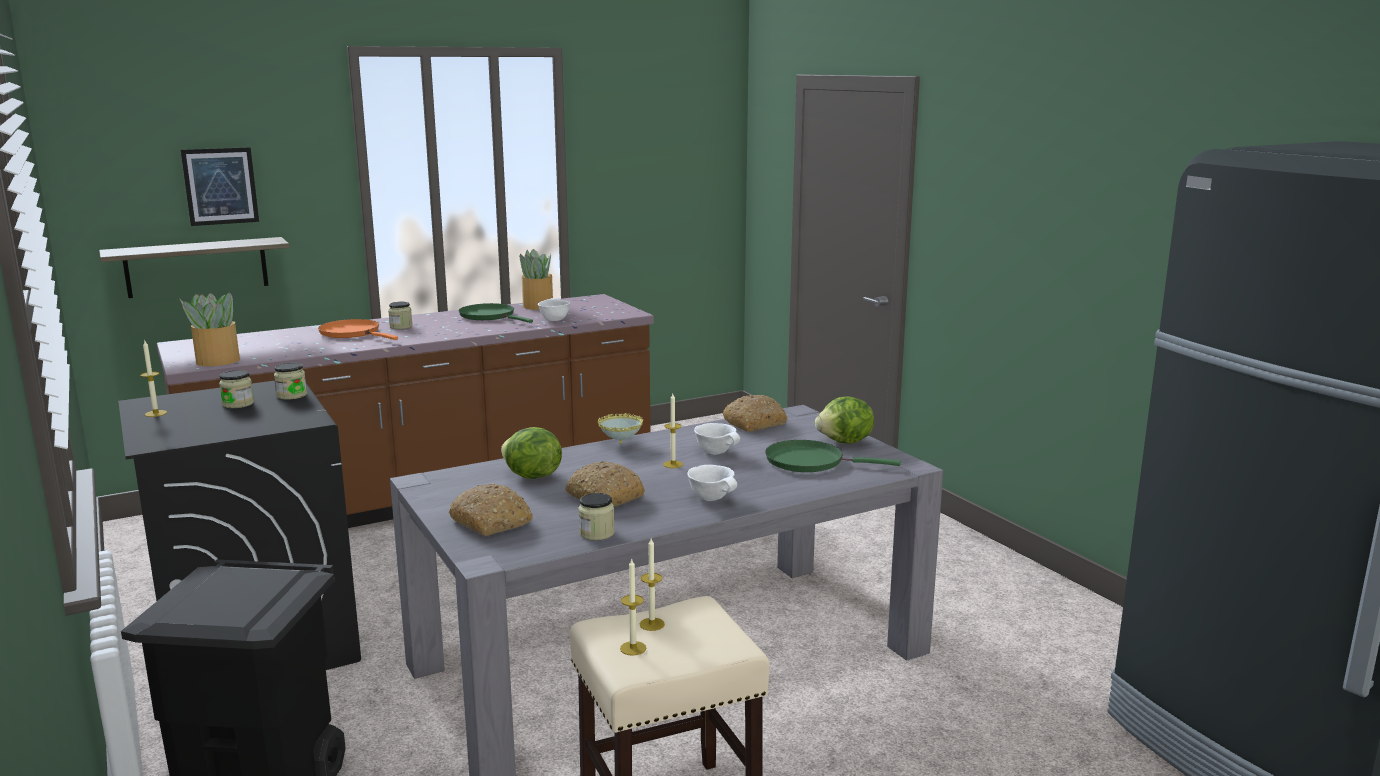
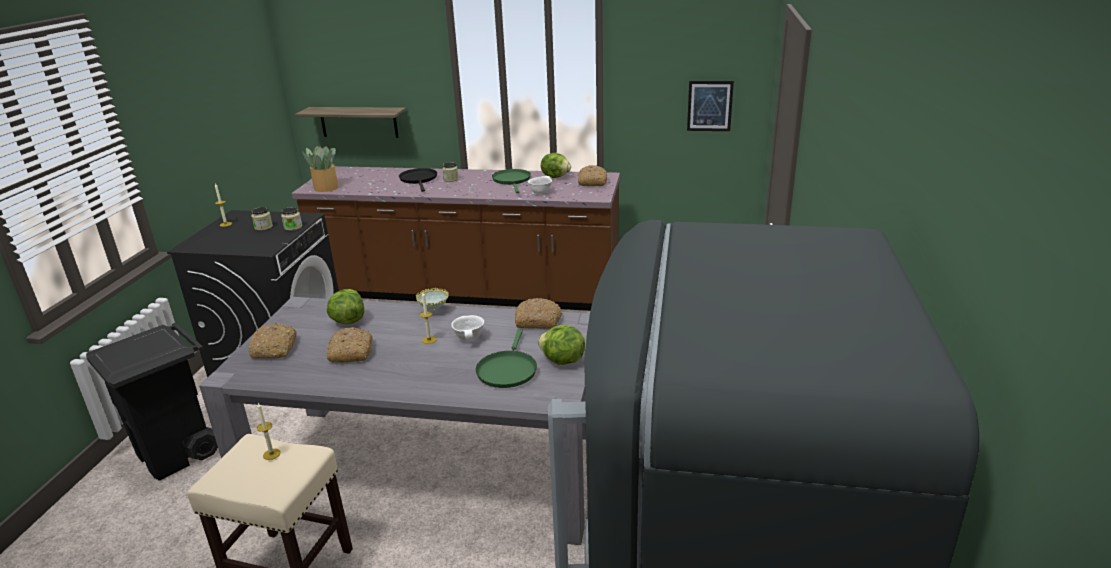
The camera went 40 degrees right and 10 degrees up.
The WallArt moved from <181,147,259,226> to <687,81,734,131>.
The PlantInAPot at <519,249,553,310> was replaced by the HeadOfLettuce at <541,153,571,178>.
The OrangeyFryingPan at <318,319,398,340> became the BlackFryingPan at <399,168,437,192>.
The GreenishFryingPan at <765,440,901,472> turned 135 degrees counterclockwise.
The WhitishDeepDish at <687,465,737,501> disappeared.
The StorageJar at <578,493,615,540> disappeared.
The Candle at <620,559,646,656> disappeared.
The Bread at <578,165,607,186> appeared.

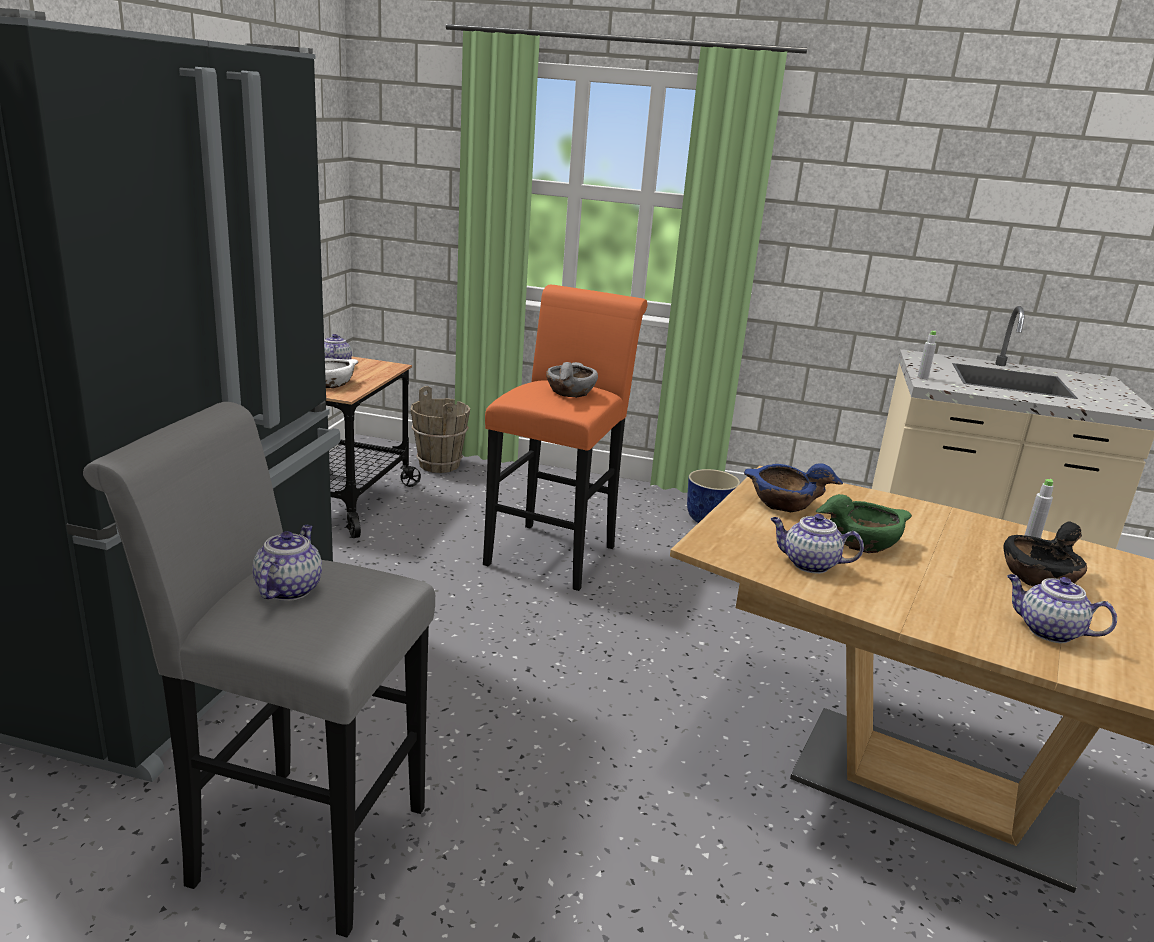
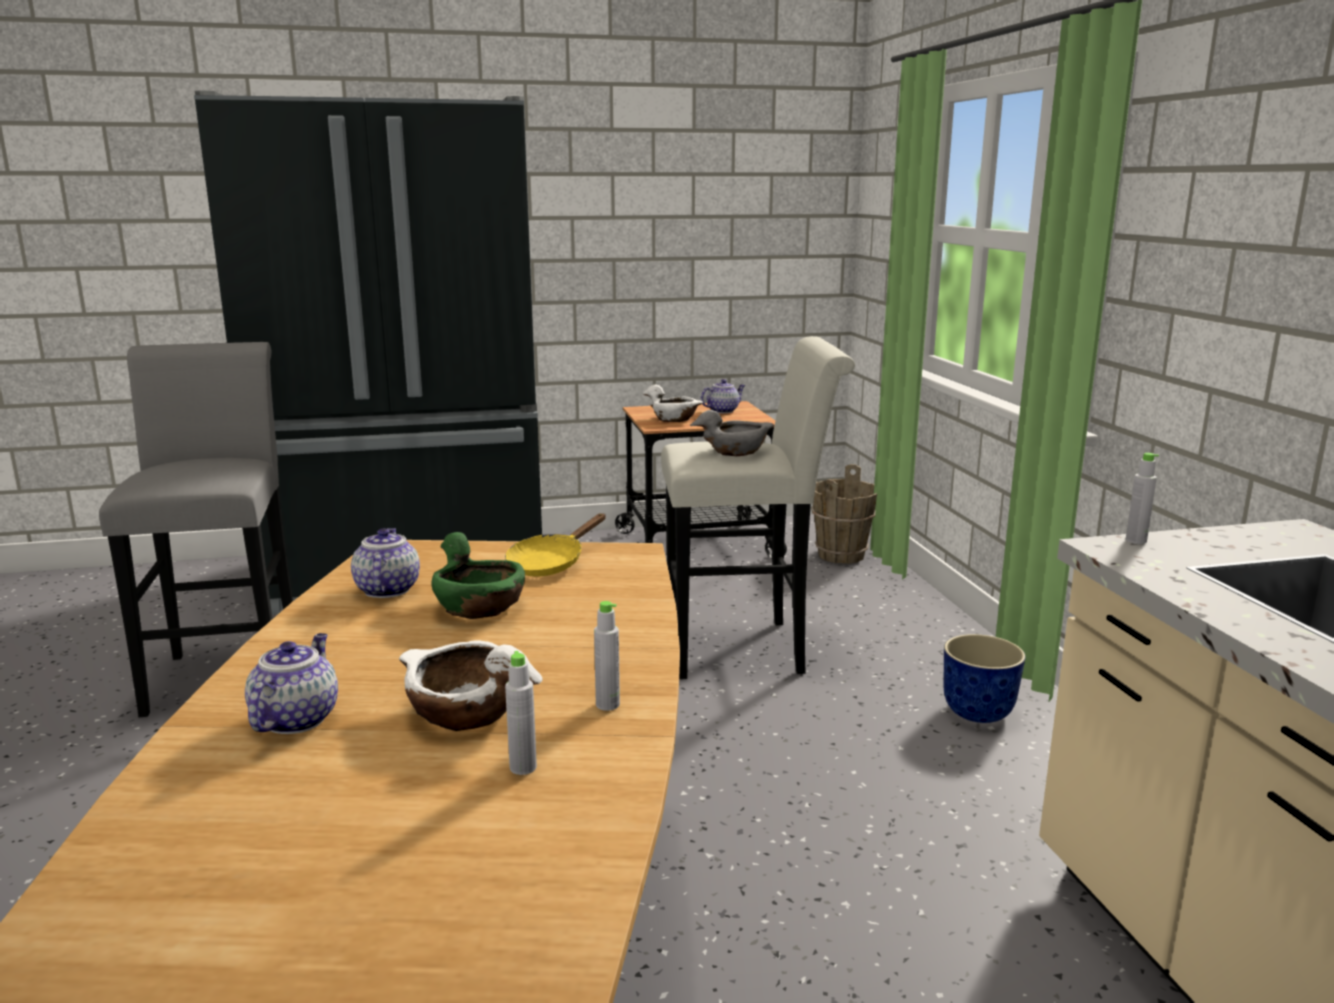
The camera went 65 degrees right and 5 degrees down.
The OrangeyStoolSeat at <483,285,647,591> became the WhitishStoolSeat at <661,336,855,679>.
The BluishDeepDish at <744,463,843,512> was replaced by the YellowColouredFryingPan at <505,514,606,577>.
The BlackDeepDish at <1003,522,1087,586> became the WhitishDeepDish at <399,640,542,731>.
The PotForTea at <252,525,322,601> disappeared.
The GrayDrinkBottle at <505,651,537,775> appeared.

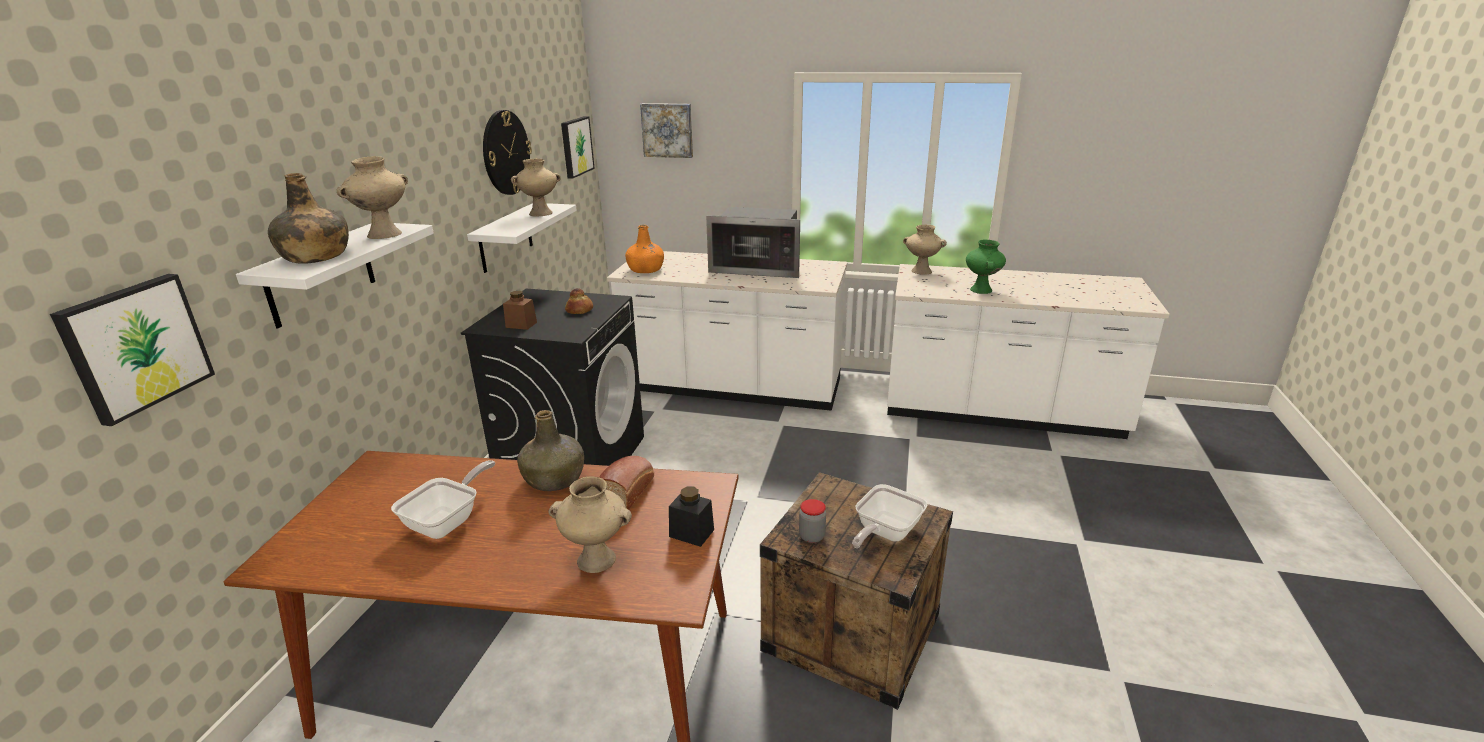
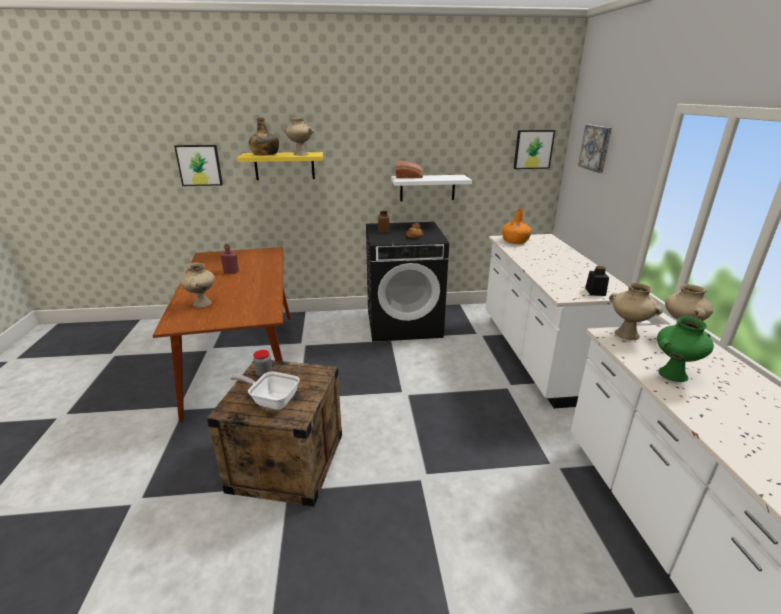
The camera went 70 degrees right and 0 degrees up.
The HangingClock at <483,110,532,195> disappeared.
The BeigeVase moved from <511,159,561,217> to <609,283,663,340>.
The KitchenMicrowave at <706,207,800,278> disappeared.
The WhitishWallShelf at <236,223,434,328> became the YellowColouredWallShelf at <237,152,323,180>.
The GreenishDrinkBottle at <517,410,584,491> disappeared.
The Bread moved from <599,456,654,510> to <396,161,423,178>.
The FryingPan at <391,460,495,539> was replaced by the ReddishDrinkBottle at <220,243,239,274>.
The BlackStorageJar moved from <669,486,714,547> to <585,266,609,296>.

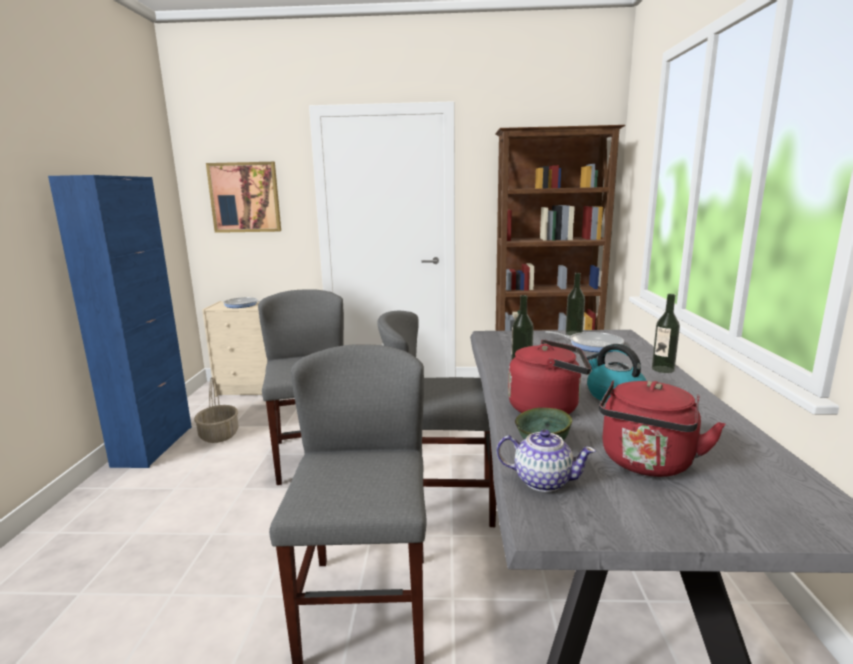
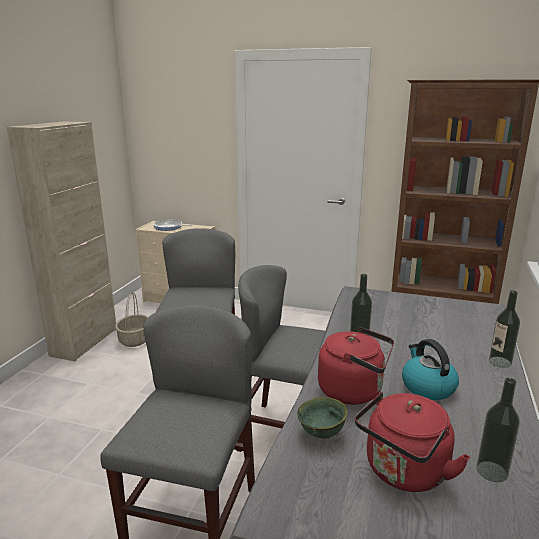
The camera went 15 degrees right and 5 degrees up.
The WallArt at <206,162,281,233> disappeared.
The BluishCupboard at <48,175,192,468> became the BeigeCupboard at <7,121,116,361>.
The DrinkBottle moved from <566,273,585,335> to <477,378,520,482>.
The FryingPan at <545,331,624,352> disappeared.
The PotForTea at <497,430,596,492> disappeared.

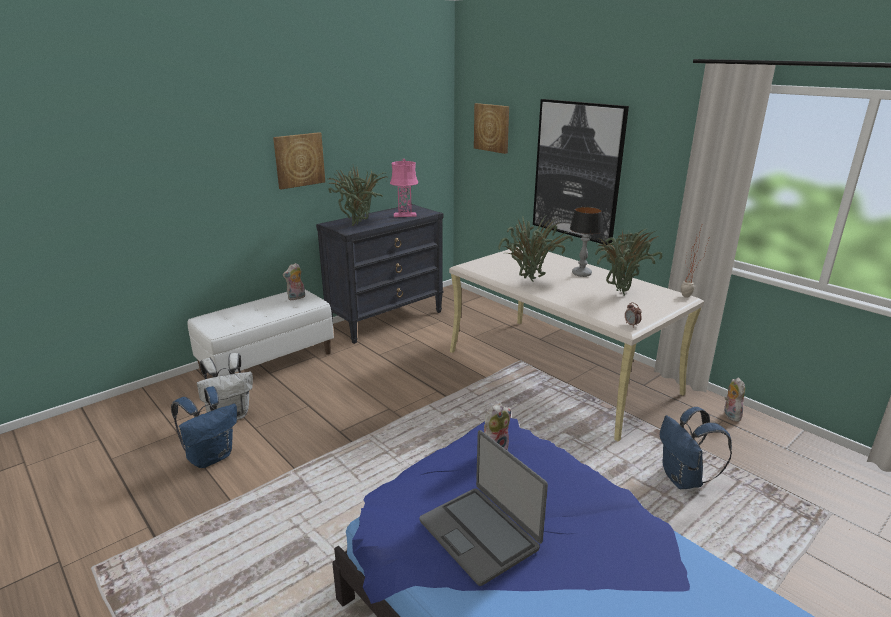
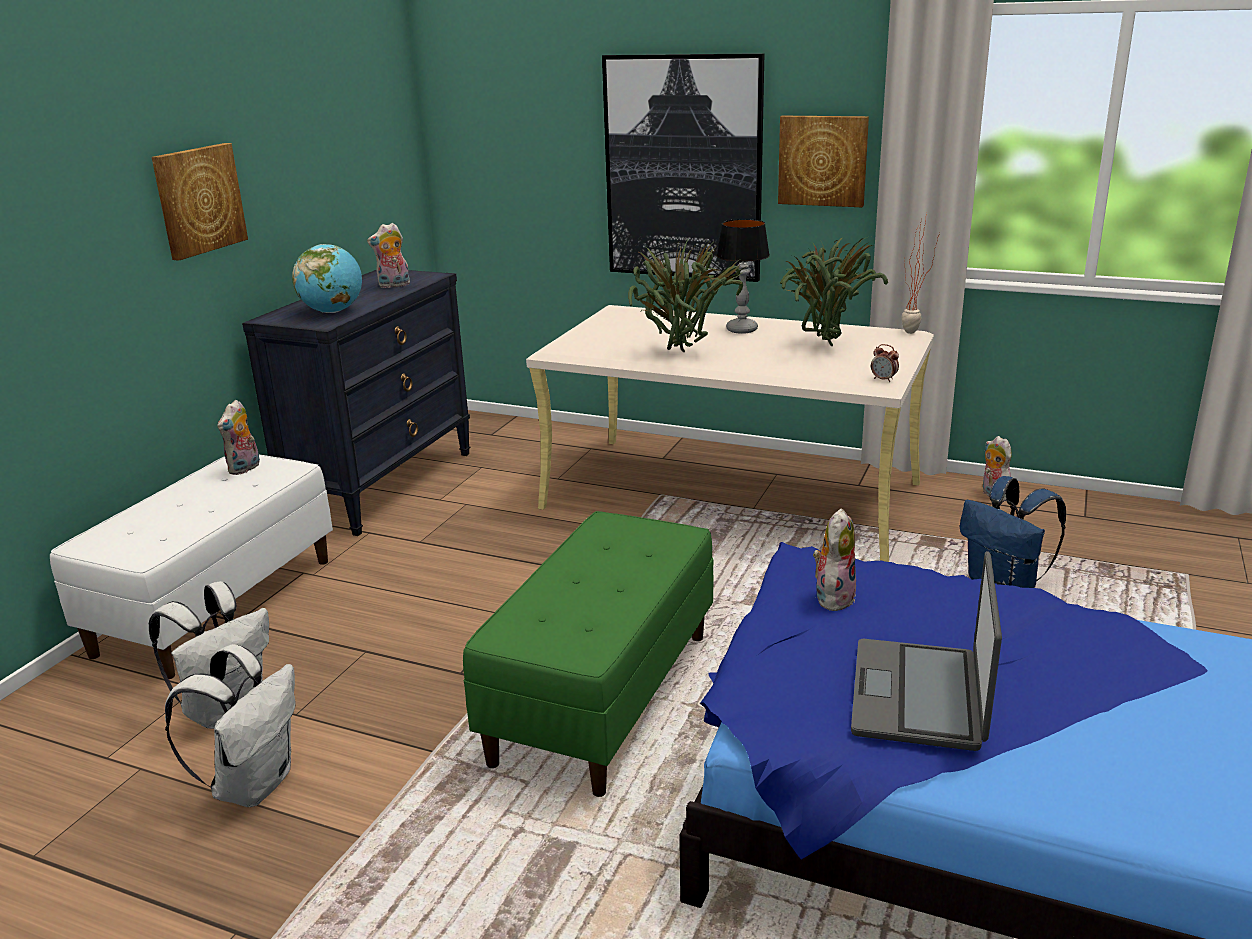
The camera went 25 degrees left and 0 degrees up.
The WallArt moved from <474,103,509,154> to <778,116,869,207>.
The PinkColouredTabletopLamp at <390,159,419,217> was replaced by the PlushToy at <367,223,410,288>.
The PlantInAPot at <327,166,389,226> was replaced by the DeskGlobe at <292,244,362,313>.
The BluishKnapsack at <171,386,237,468> became the WhitishKnapsack at <165,644,296,807>.
The PortableComputer at <420,430,548,586> turned 75 degrees clockwise.
The GreenishIndoorBench at <463,511,714,797> appeared.

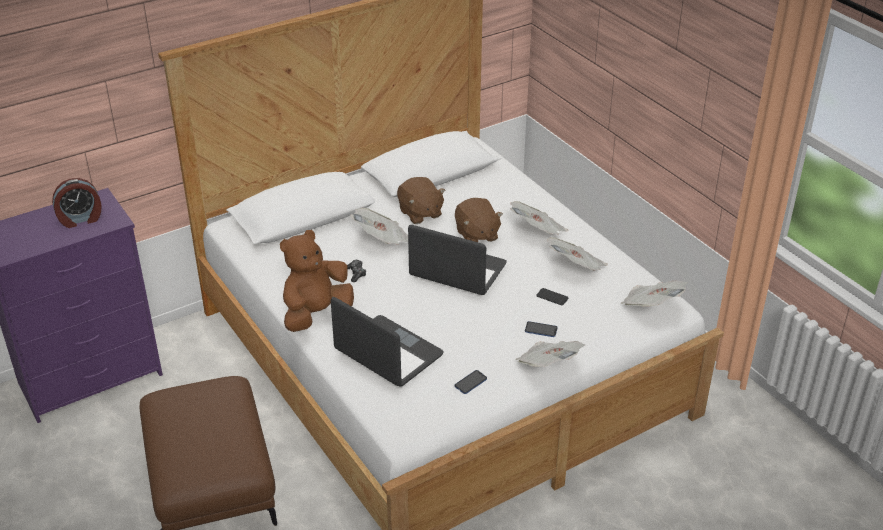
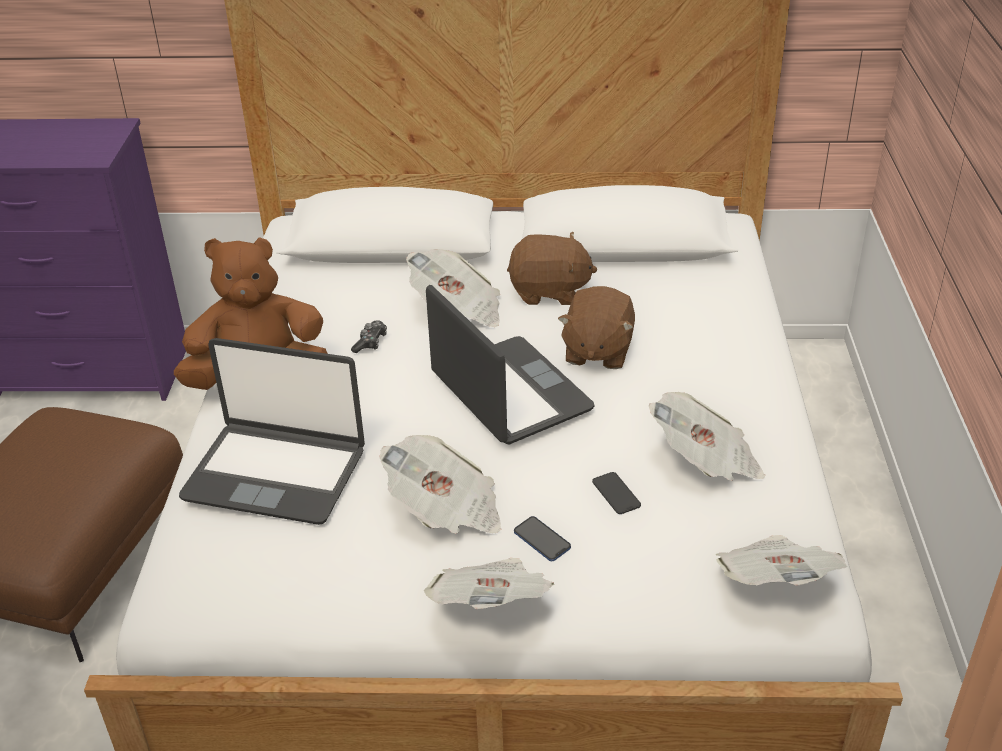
The camera went 35 degrees right and 0 degrees up.
The BrownPlushToy at <397,177,445,224> turned 90 degrees counterclockwise.
The AlarmClock at <52,178,102,228> disappeared.
The DailyPaper moved from <510,201,569,235> to <380,435,501,534>.
The PortableComputer at <331,297,444,387> turned 120 degrees clockwise.
The Handset at <455,370,487,394> disappeared.

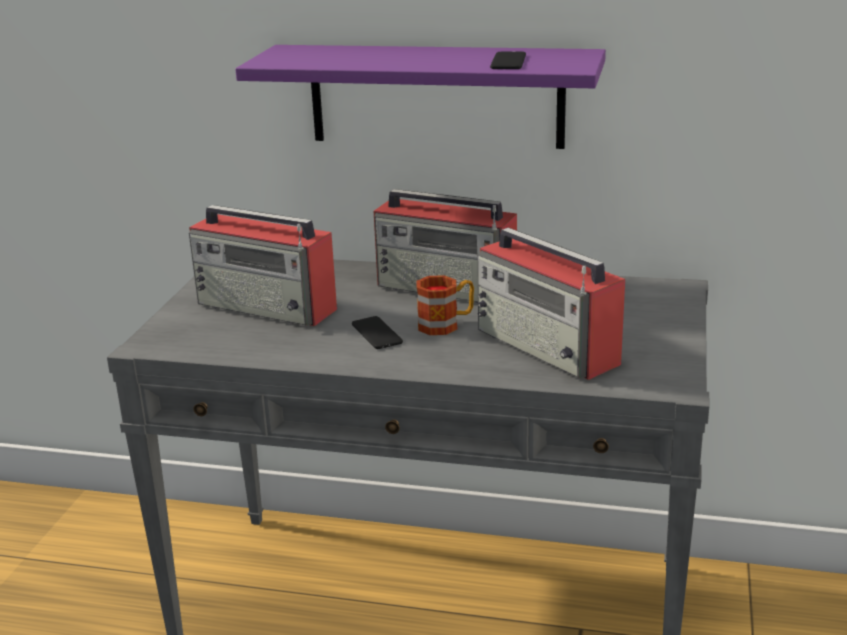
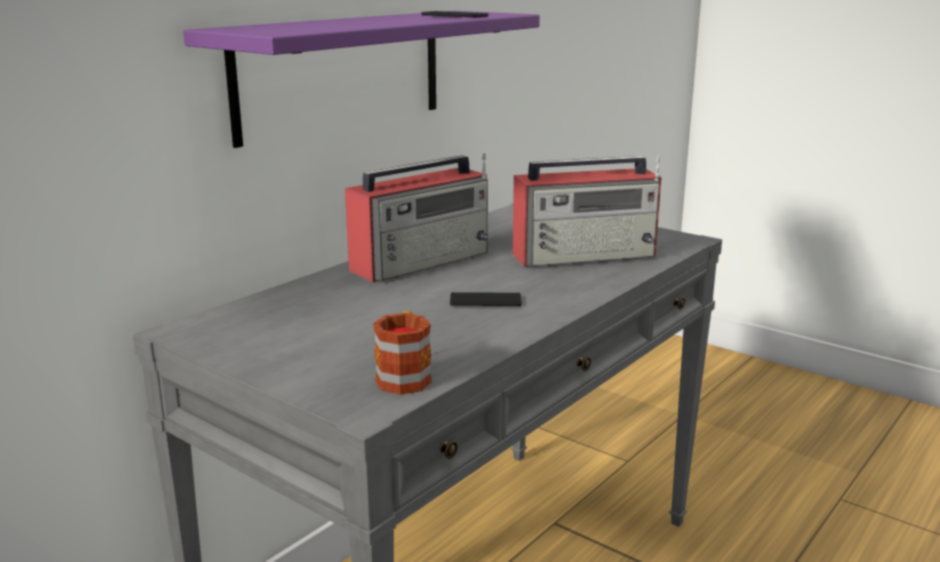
The camera went 65 degrees left and 5 degrees down.
The RadioSet at <189,205,337,326> disappeared.
The TeaMug moved from <417,275,474,335> to <373,311,432,395>.

